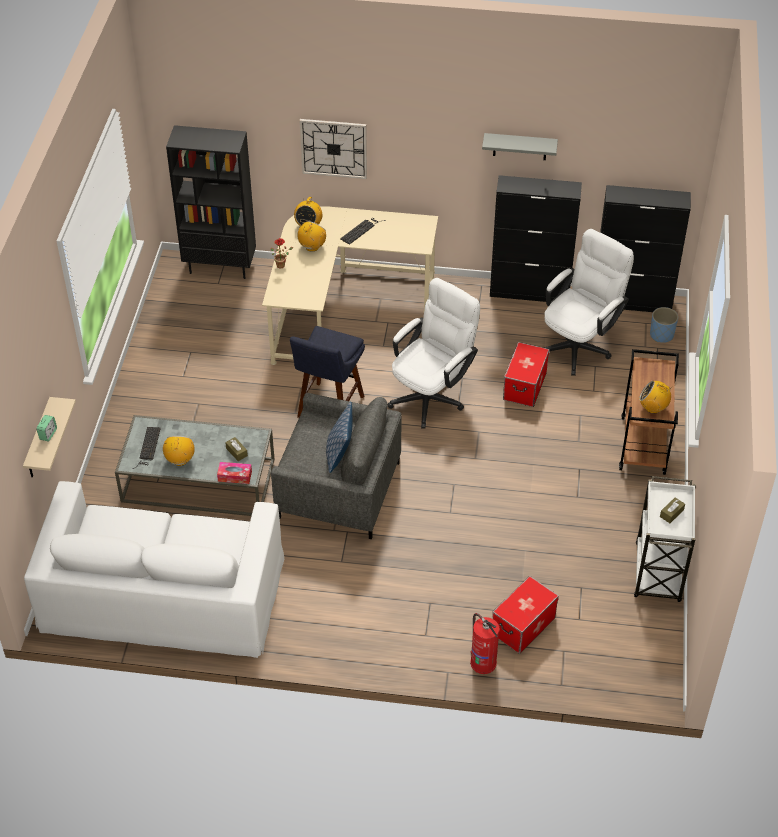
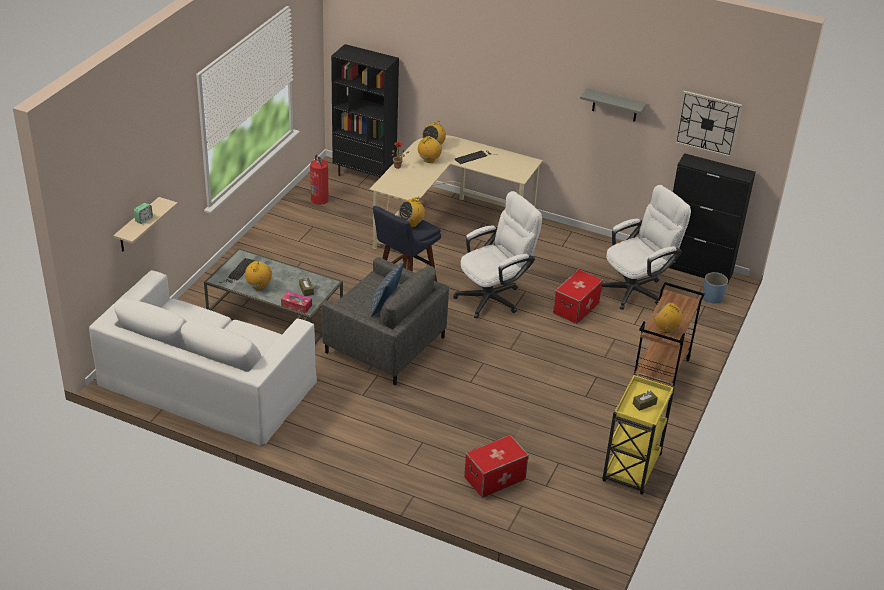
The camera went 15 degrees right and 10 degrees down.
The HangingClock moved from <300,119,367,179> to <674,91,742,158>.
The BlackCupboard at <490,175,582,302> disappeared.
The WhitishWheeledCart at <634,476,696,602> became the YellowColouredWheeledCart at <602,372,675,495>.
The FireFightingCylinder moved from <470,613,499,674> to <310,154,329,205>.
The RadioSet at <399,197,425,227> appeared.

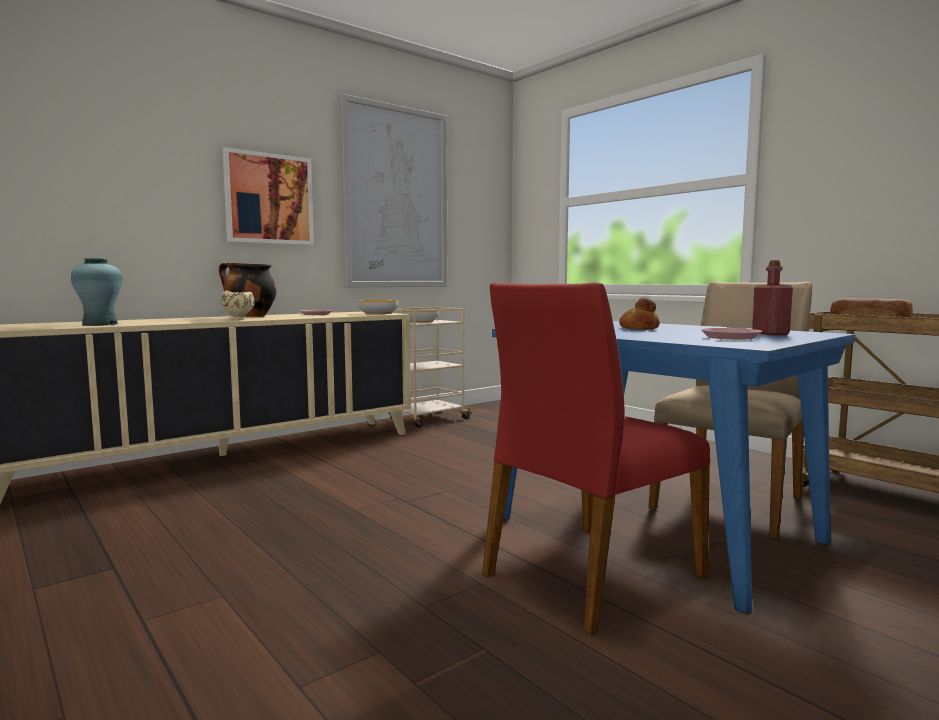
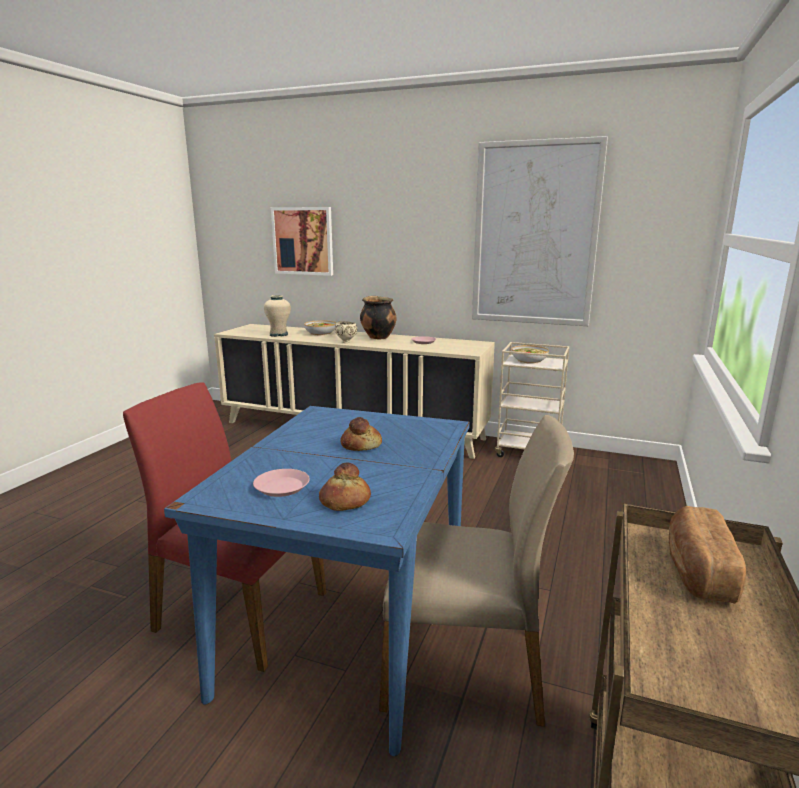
The camera went 60 degrees right and 10 degrees up.
The WallArt moved from <222,147,314,245> to <271,207,333,276>.
The TurquoiseVase at <71,258,123,326> became the BeigeVase at <264,295,291,337>.
The ReddishDrinkBottle at <752,260,793,335> was replaced by the Bread at <319,463,371,511>.
The DeepDish moved from <357,300,399,314> to <304,320,336,335>.

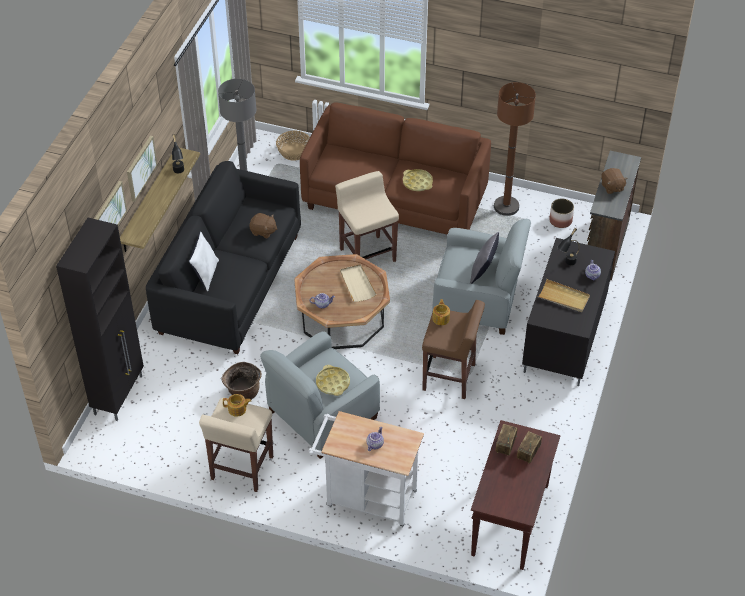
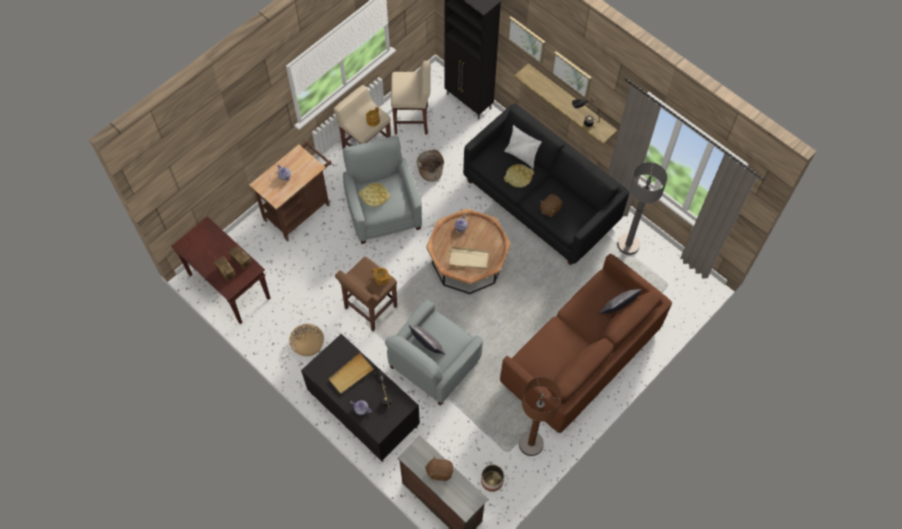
The camera went 115 degrees right and 15 degrees up.
The Basket moved from <276,131,310,161> to <289,324,324,356>.
The YellowColouredCarryingTray moved from <403,169,433,191> to <504,164,534,187>.
The BeigeStoolSeat moved from <335,171,399,262> to <391,61,431,135>.
The WhitishWheeledCart at <309,411,424,528> became the BrownWheeledCart at <249,141,332,241>.
The GrayThrowPillow at <598,289,641,314> appeared.

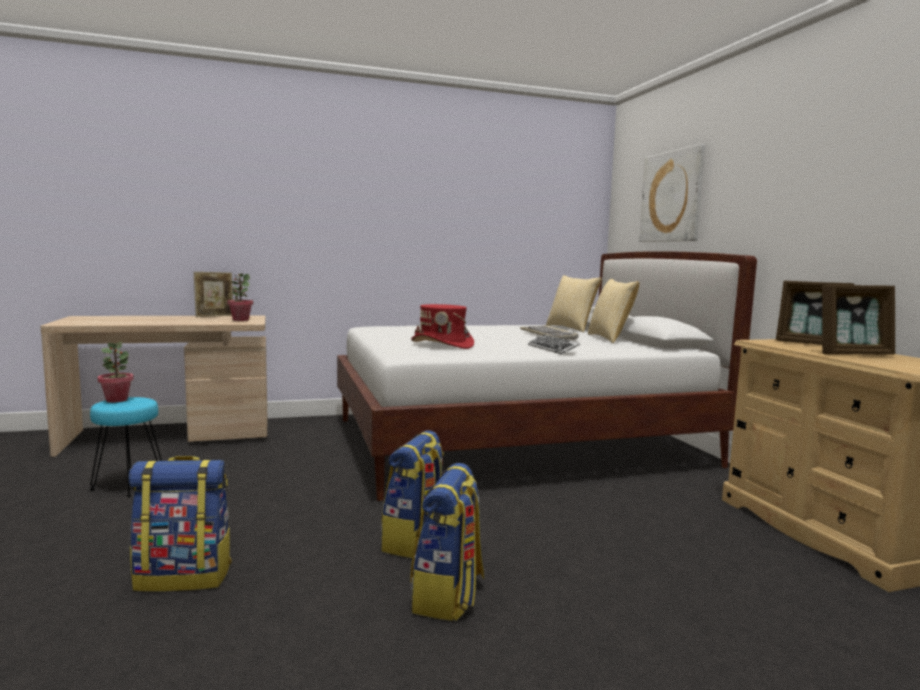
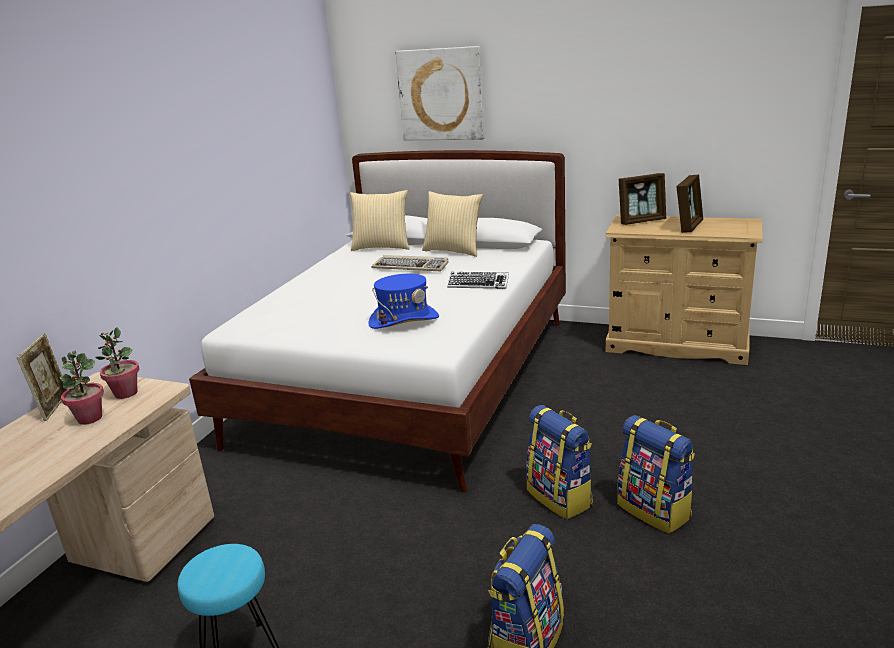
The camera went 50 degrees left and 15 degrees up.
The ReddishClothingHat at <411,304,474,349> became the BluishClothingHat at <368,274,439,329>.
The PlantInAPot moved from <97,342,134,403> to <60,351,104,425>.

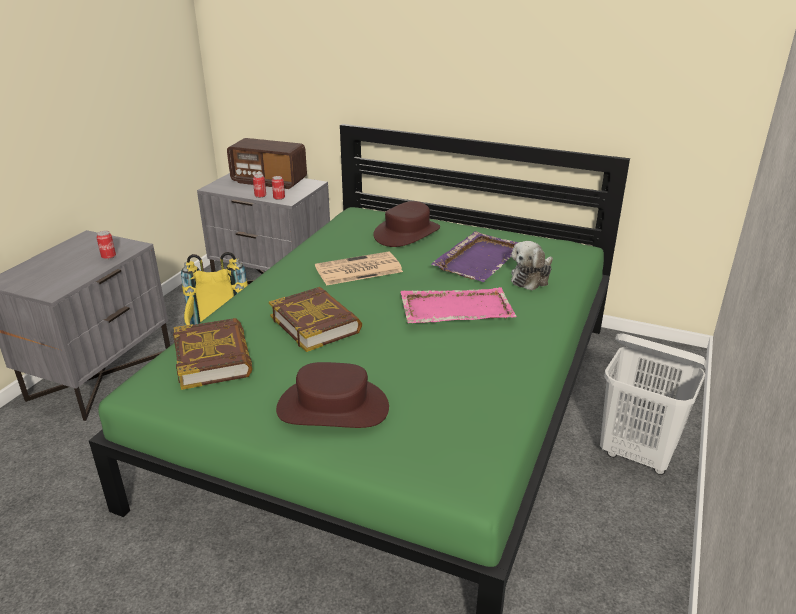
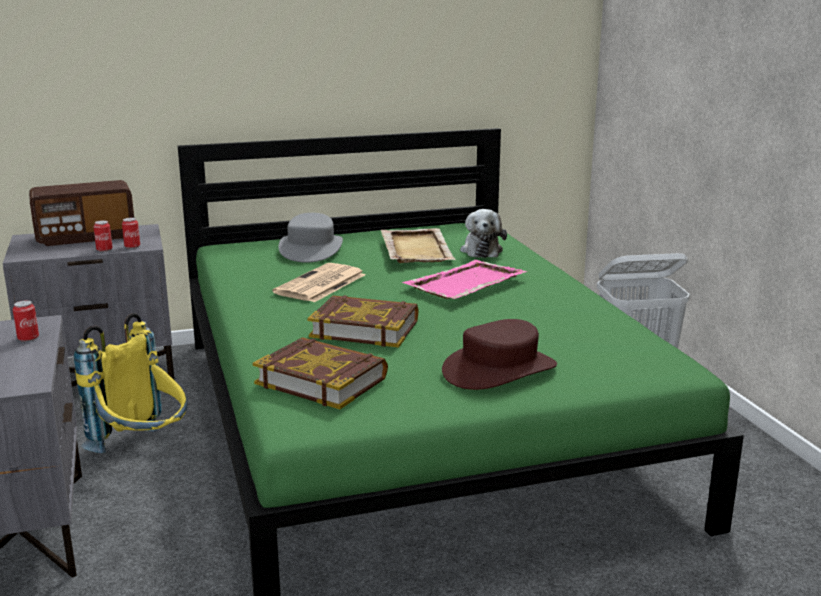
The camera went 40 degrees left and 10 degrees down.
The BrownClothingHat at <373,201,440,247> became the GrayClothingHat at <279,213,343,263>.
The PurpleCarryingTray at <431,231,518,282> became the BeigeCarryingTray at <381,228,456,263>.

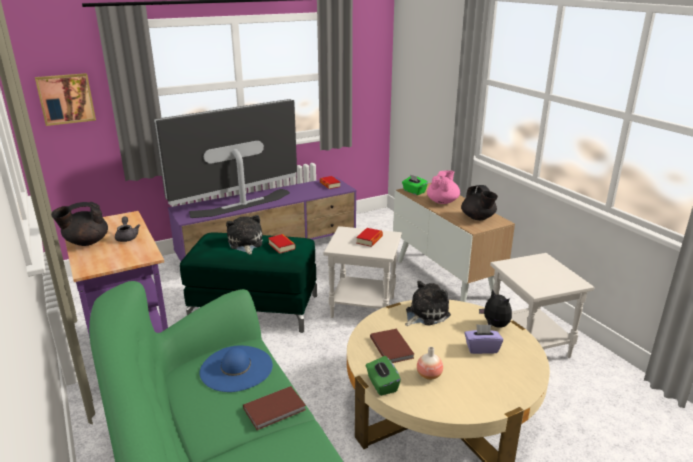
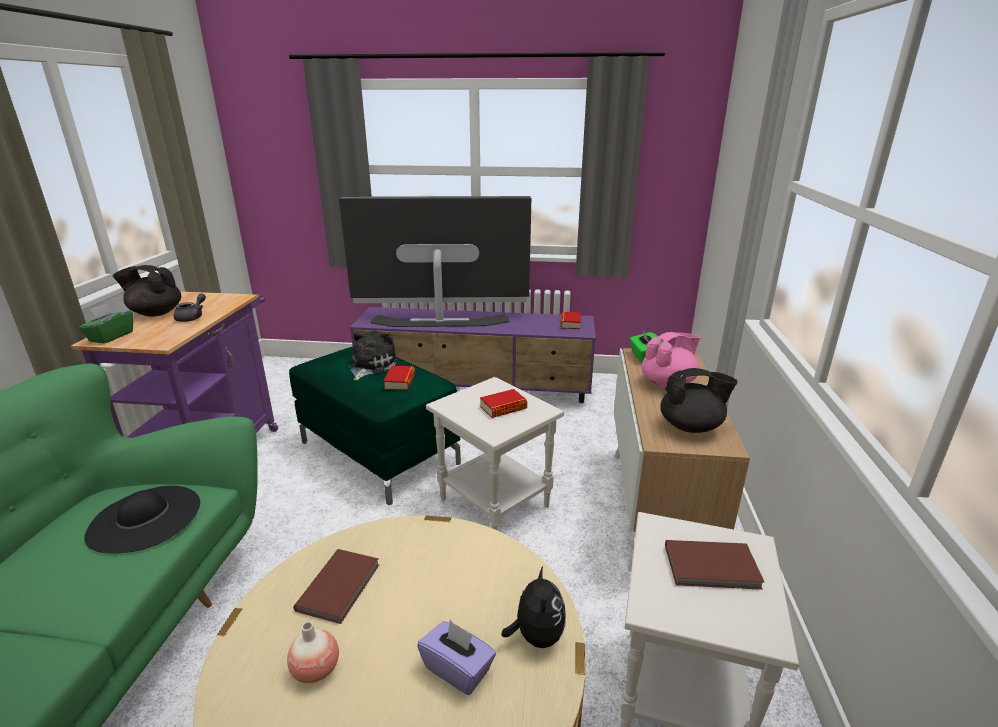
The camera went 35 degrees right and 0 degrees up.
The WallArt at <35,73,96,126> disappeared.
The BlackPotForTea at <461,185,498,220> turned 105 degrees counterclockwise.
The PlushToy at <405,281,451,326> disappeared.
The BluishClothingHat at <199,346,273,392> became the BlackClothingHat at <84,486,200,554>.
The GreenishTissueHolder moved from <366,356,401,396> to <79,303,133,344>.
The BrownBoundBook moved from <243,386,306,430> to <665,540,765,590>.

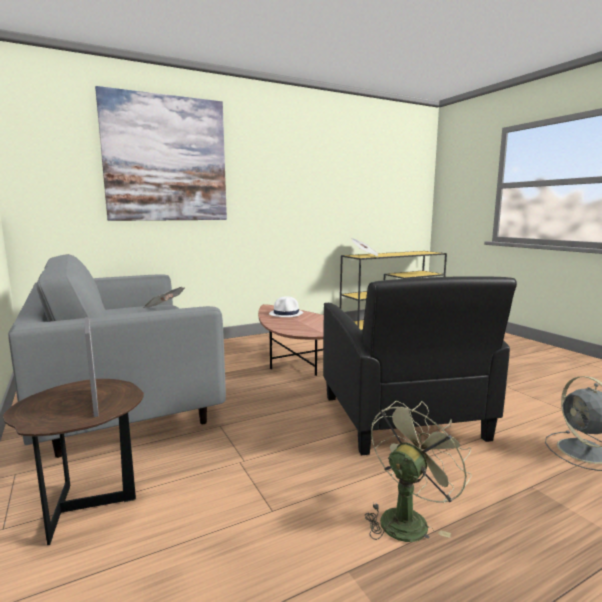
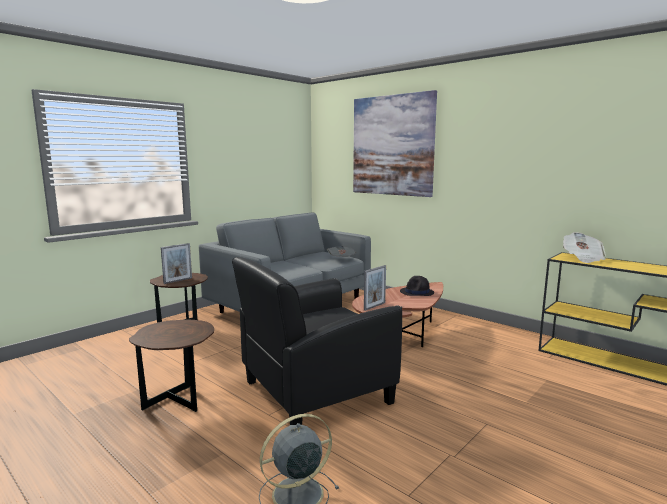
The camera went 70 degrees right and 0 degrees up.
The WhitishClothingHat at <269,296,304,317> became the BlackClothingHat at <400,276,434,296>.
The GreenishCoolingFan at <365,401,472,542> was replaced by the BrownEndTable at <129,320,214,412>.
The StandingFrame at <364,265,386,311> appeared.

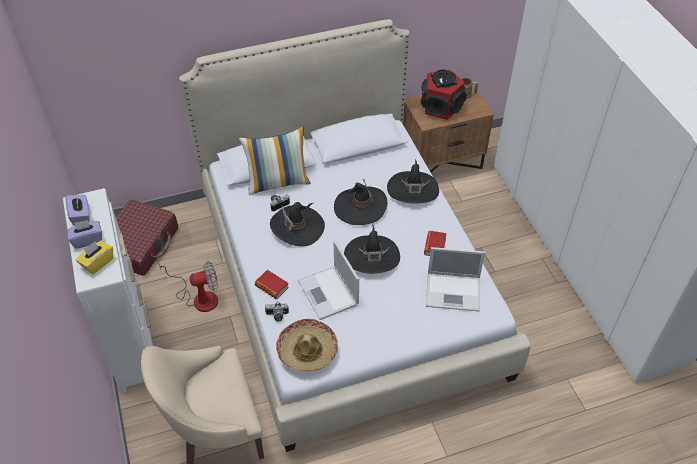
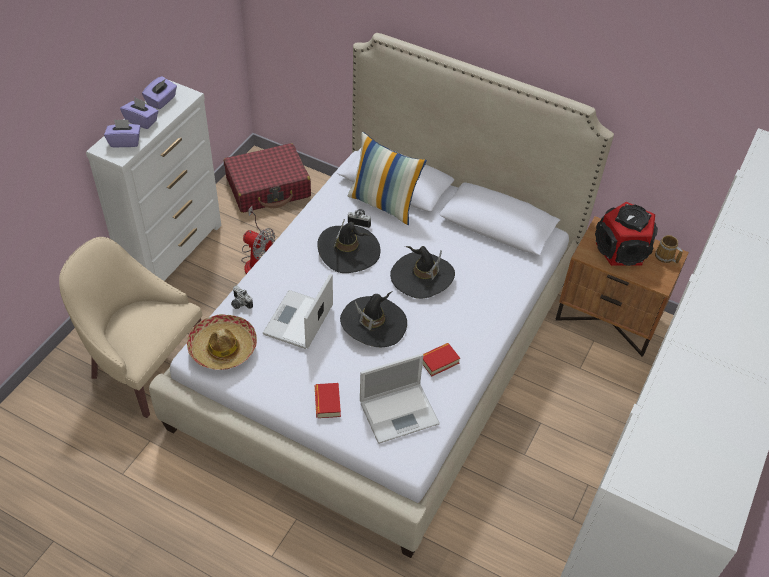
The camera went 45 degrees right and 0 degrees up.
The BlackClothingHat at <387,159,439,204> disappeared.
The YellowColouredTissueHolder at <76,241,113,274> became the PurpleTissueHolder at <104,119,141,148>.
The PortableComputer at <426,247,485,311> turned 75 degrees counterclockwise.
The BoundBook moved from <255,270,289,299> to <315,383,341,418>.

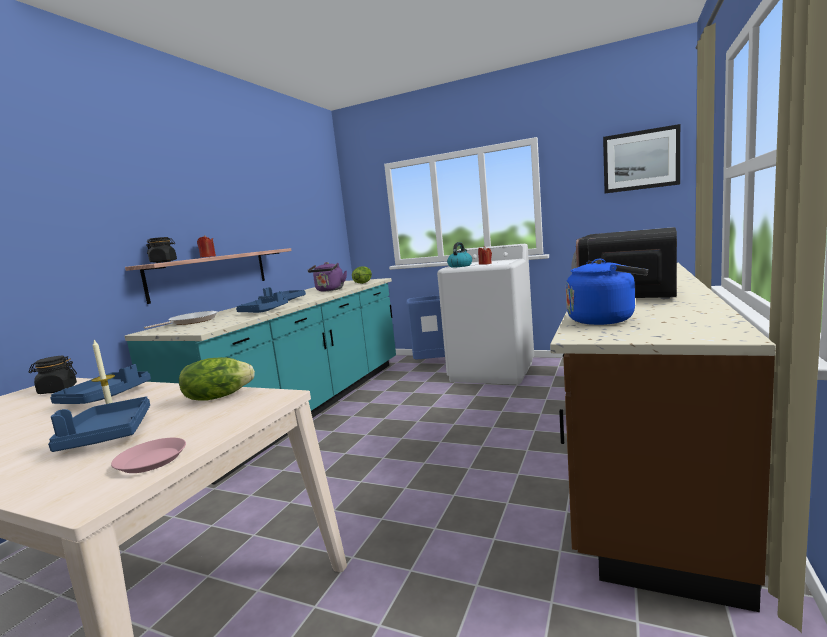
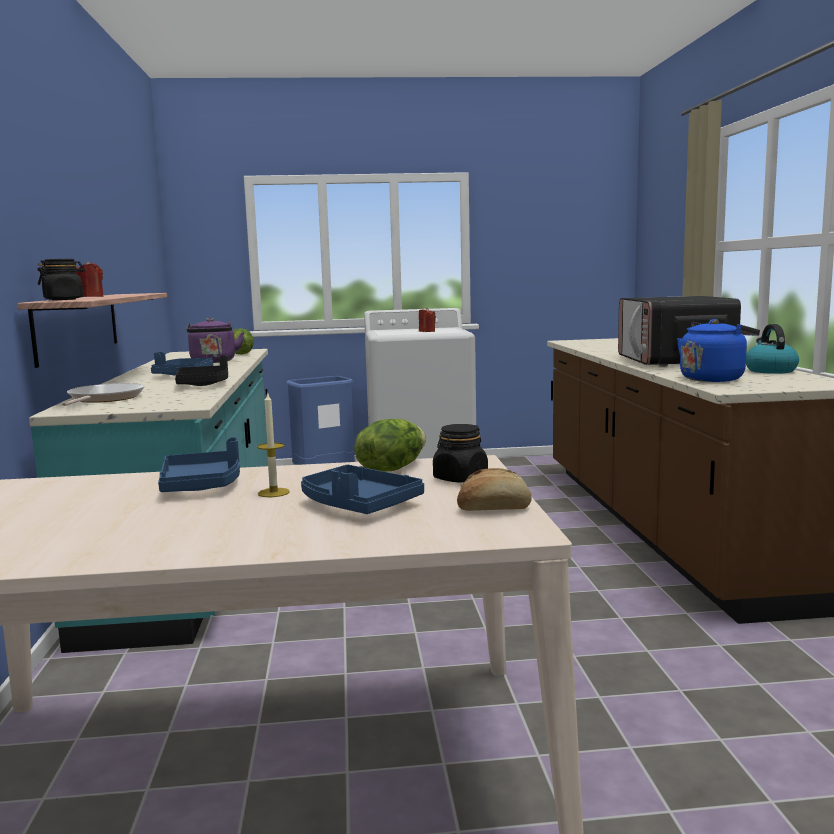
The camera went 30 degrees left and 0 degrees up.
The WallArt at <603,124,680,193> disappeared.
The WaterKettle moved from <447,242,472,268> to <746,324,799,374>.
The BluishCarryingTray at <236,291,288,313> became the BlackCarryingTray at <175,355,228,386>.
The BlackStorageJar moved from <29,356,77,394> to <433,424,488,483>.
The PinkColouredDinnerPlate at <111,438,186,473> was replaced by the Bread at <457,468,532,511>.

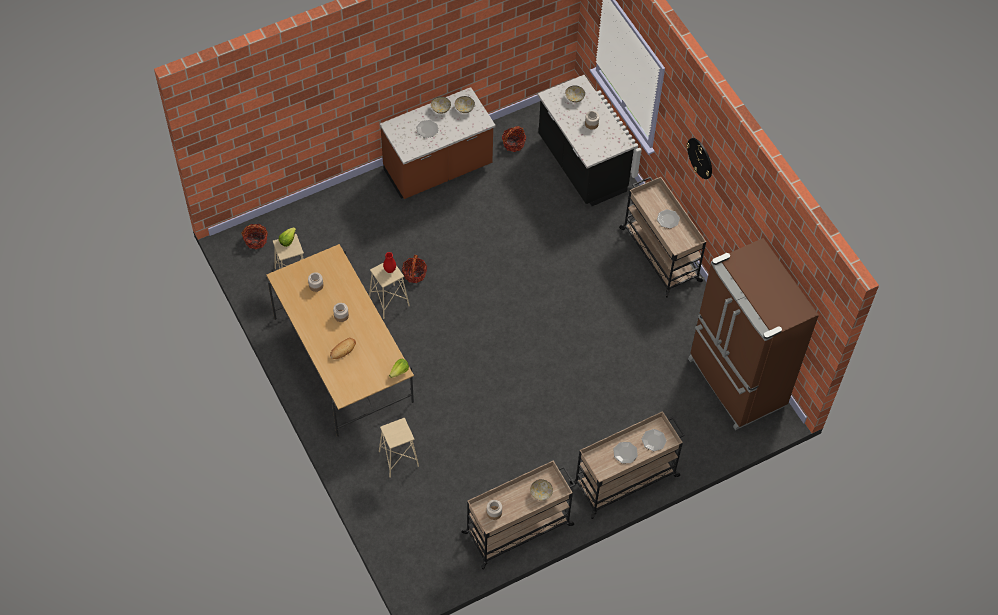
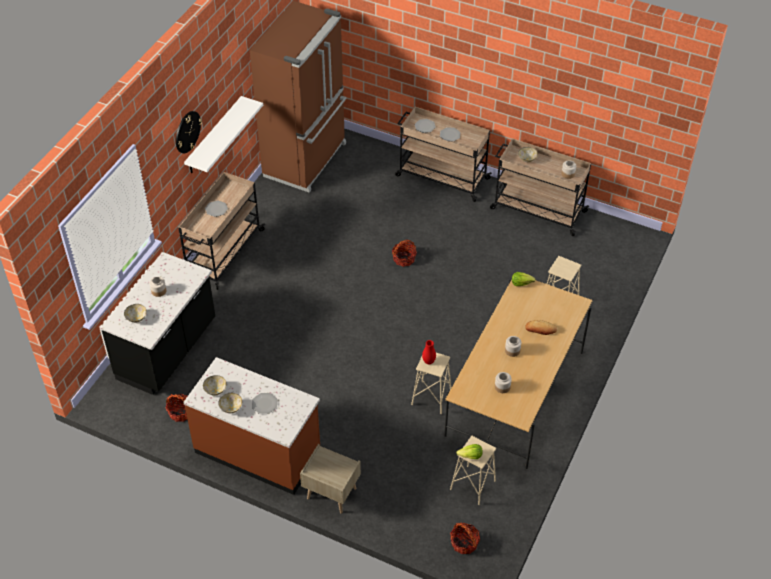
The camera went 125 degrees left and 10 degrees down.
The Basket moved from <402,255,427,283> to <392,240,417,267>.
The WhitishWallShelf at <184,96,263,173> appeared.
The BeigeNightstand at <300,444,361,514> appeared.

